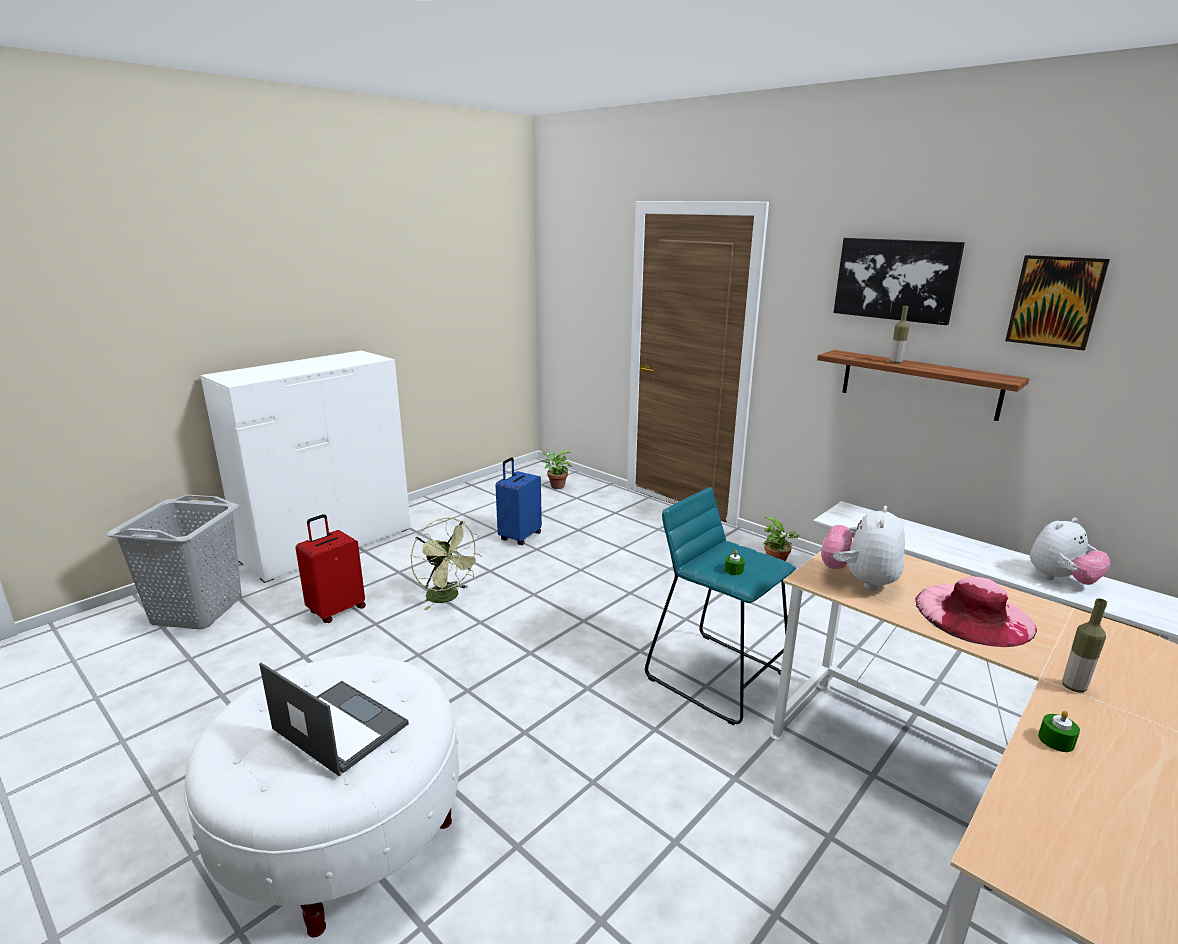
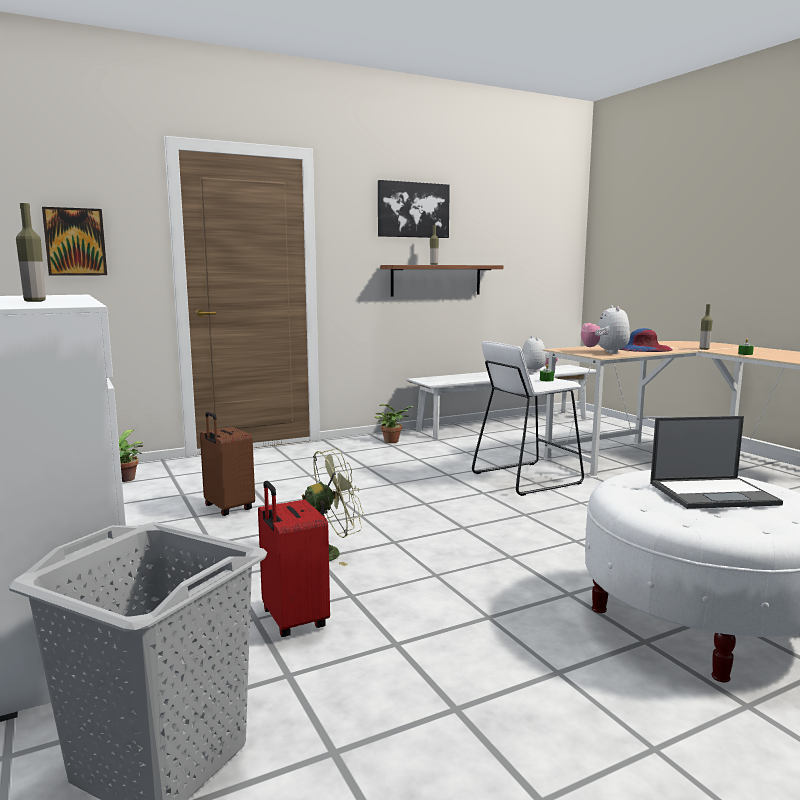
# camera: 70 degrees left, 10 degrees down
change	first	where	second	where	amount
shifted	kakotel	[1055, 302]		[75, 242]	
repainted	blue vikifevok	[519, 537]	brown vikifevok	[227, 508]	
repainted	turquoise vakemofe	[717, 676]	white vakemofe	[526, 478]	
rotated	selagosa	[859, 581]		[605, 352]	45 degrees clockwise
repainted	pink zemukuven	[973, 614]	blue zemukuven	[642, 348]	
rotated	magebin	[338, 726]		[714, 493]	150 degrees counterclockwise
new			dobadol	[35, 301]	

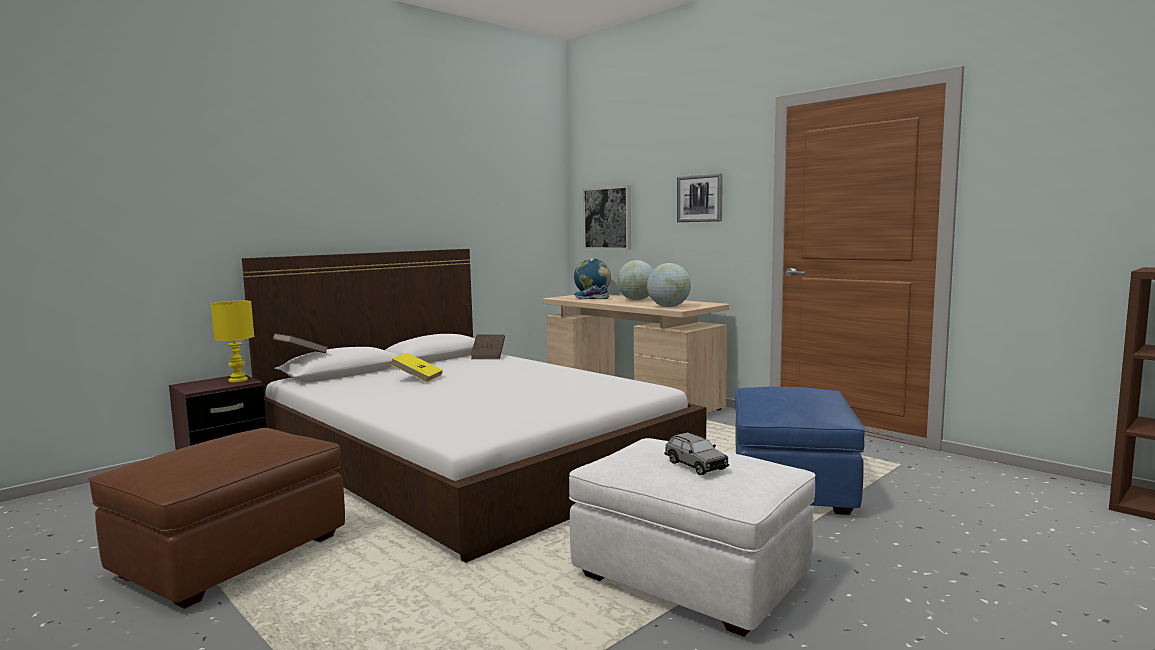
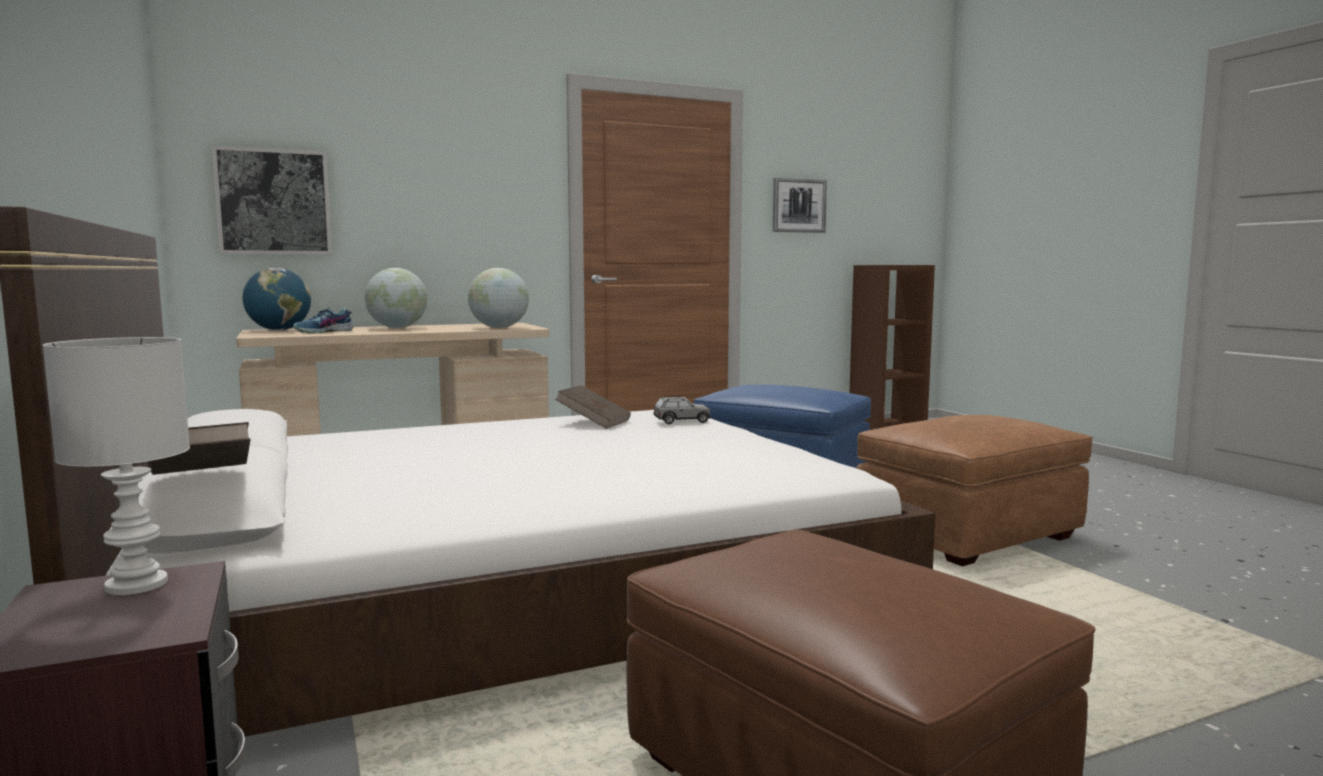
# camera: 70 degrees left, 0 degrees up
change	first	where	second	where	amount
shifted	kakotel	[700, 198]		[798, 205]	
repainted	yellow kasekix	[237, 380]	white kasekix	[134, 586]	
shifted	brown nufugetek	[488, 356]		[594, 423]	
gone	yellow nufugetek	[417, 378]			
shifted	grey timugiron	[695, 465]		[681, 421]	
repainted	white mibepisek	[690, 578]	brown mibepisek	[968, 536]	

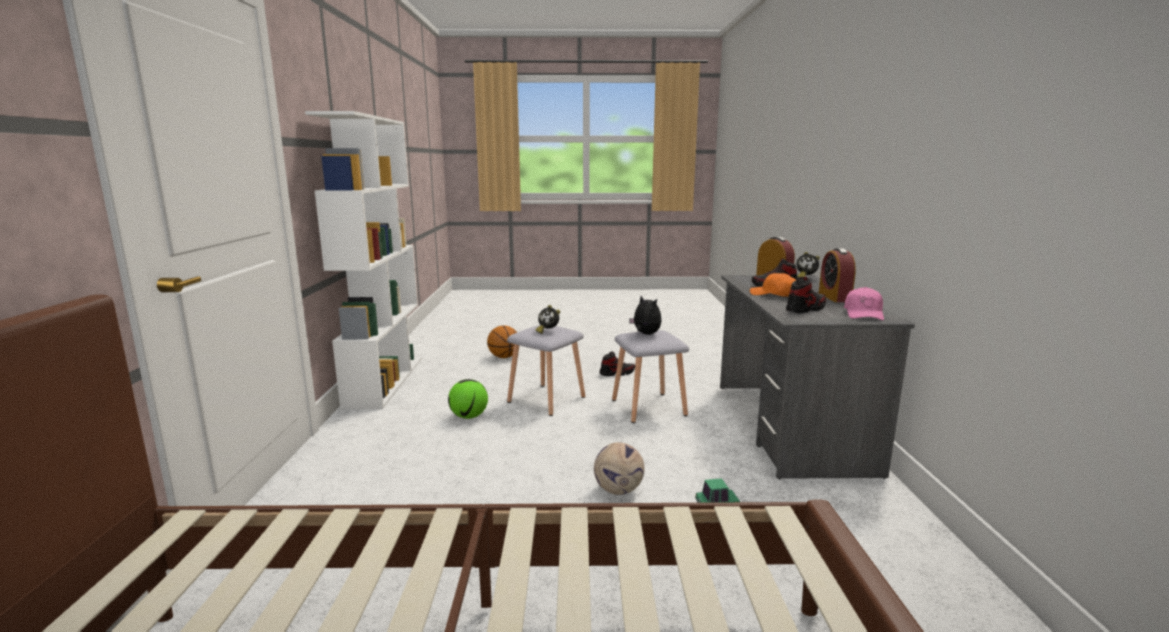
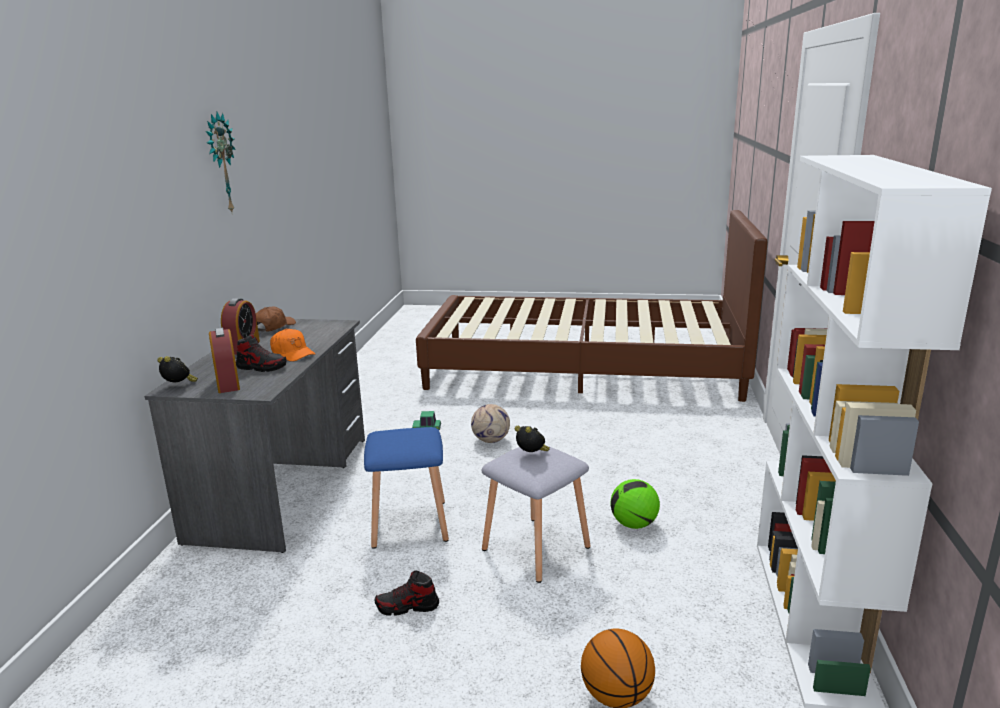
# camera: 170 degrees left, 5 degrees up
change	first	where	second	where	amount
gone	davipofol	[805, 309]			
repainted	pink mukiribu	[863, 314]	brown mukiribu	[274, 327]	
gone	selagosa	[645, 334]			
repainted	grey vakemofe	[647, 407]	blue vakemofe	[410, 524]	
new			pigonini	[220, 163]	

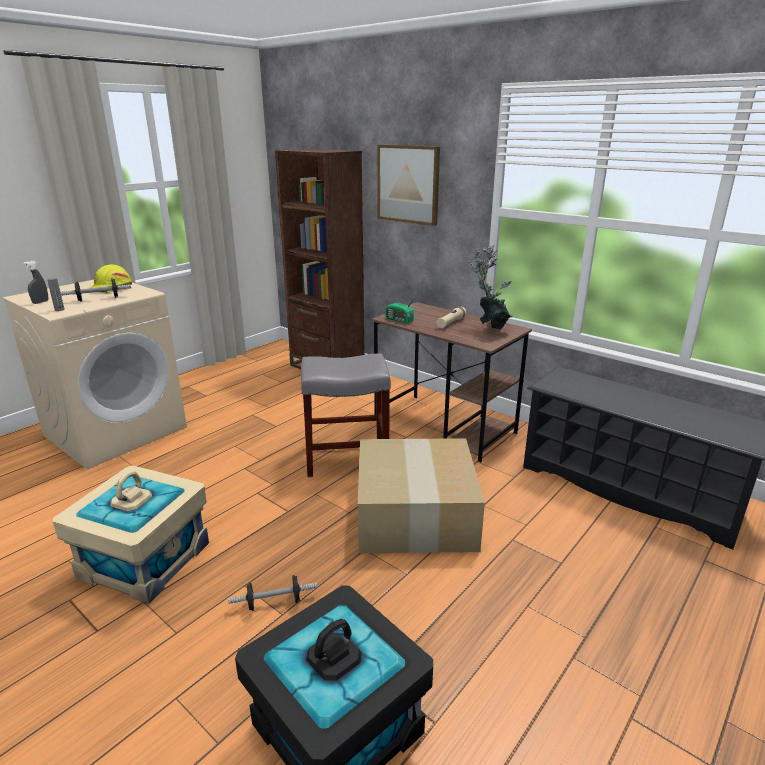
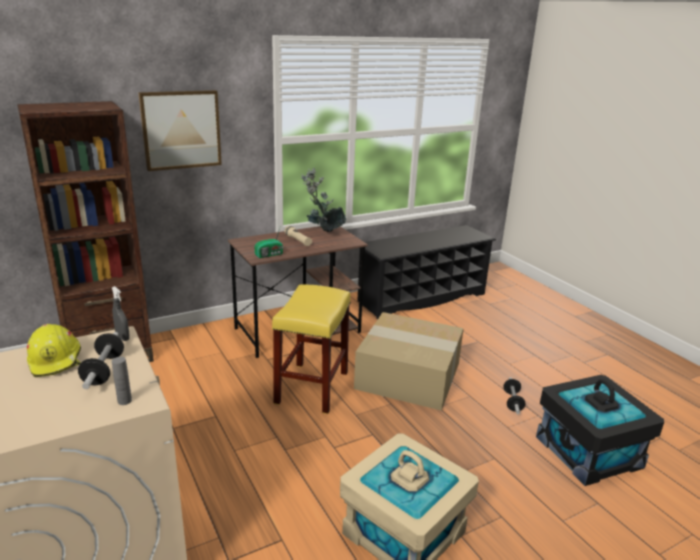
# camera: 70 degrees left, 0 degrees up
change	first	where	second	where	amount
shifted	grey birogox	[40, 302]		[122, 337]	
repainted	grey vakemofe	[345, 459]	yellow vakemofe	[312, 388]	
shifted	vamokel	[274, 602]		[512, 402]	

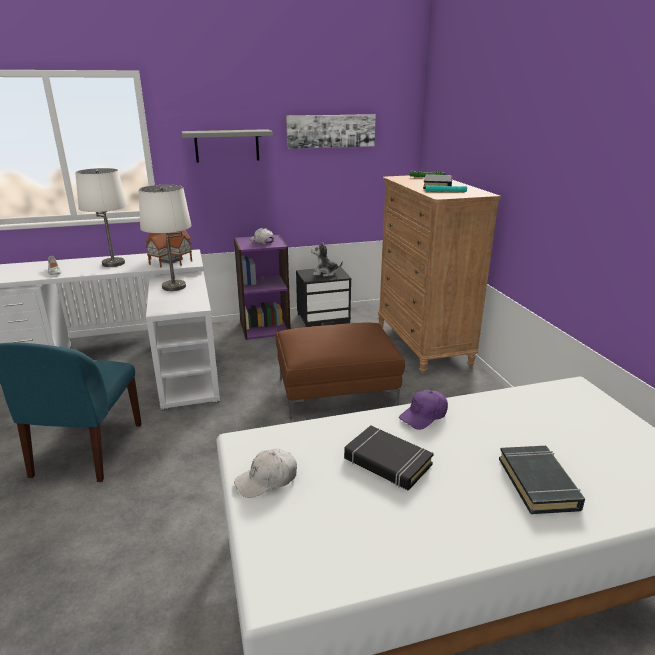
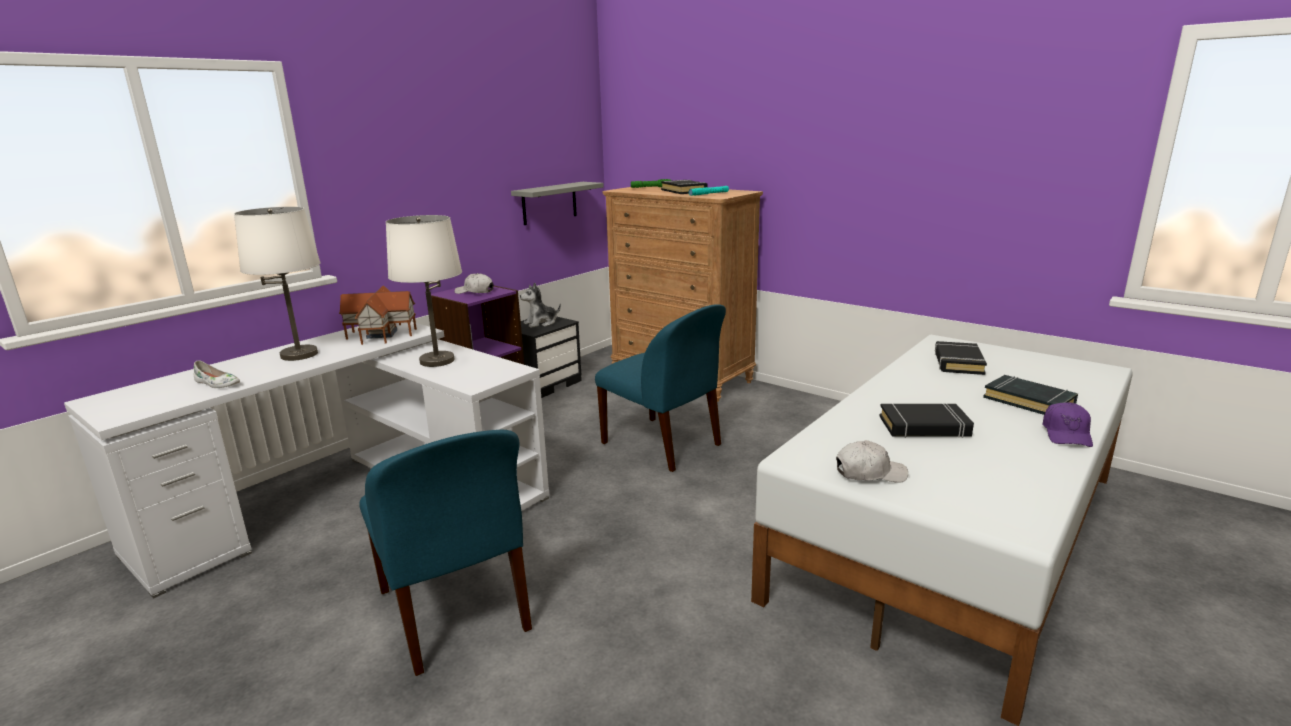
# camera: 35 degrees left, 5 degrees down
change	first	where	second	where	amount
gone	kakotel	[331, 131]			
shifted	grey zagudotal	[227, 146]		[549, 203]	
swapped	brown mibepisek	[335, 393]	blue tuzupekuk	[663, 445]	
shifted	purple mukiribu	[424, 416]		[1066, 434]	
rotated	white mukiribu	[267, 480]		[870, 473]	120 degrees counterclockwise
new			black nufugetek	[958, 363]	

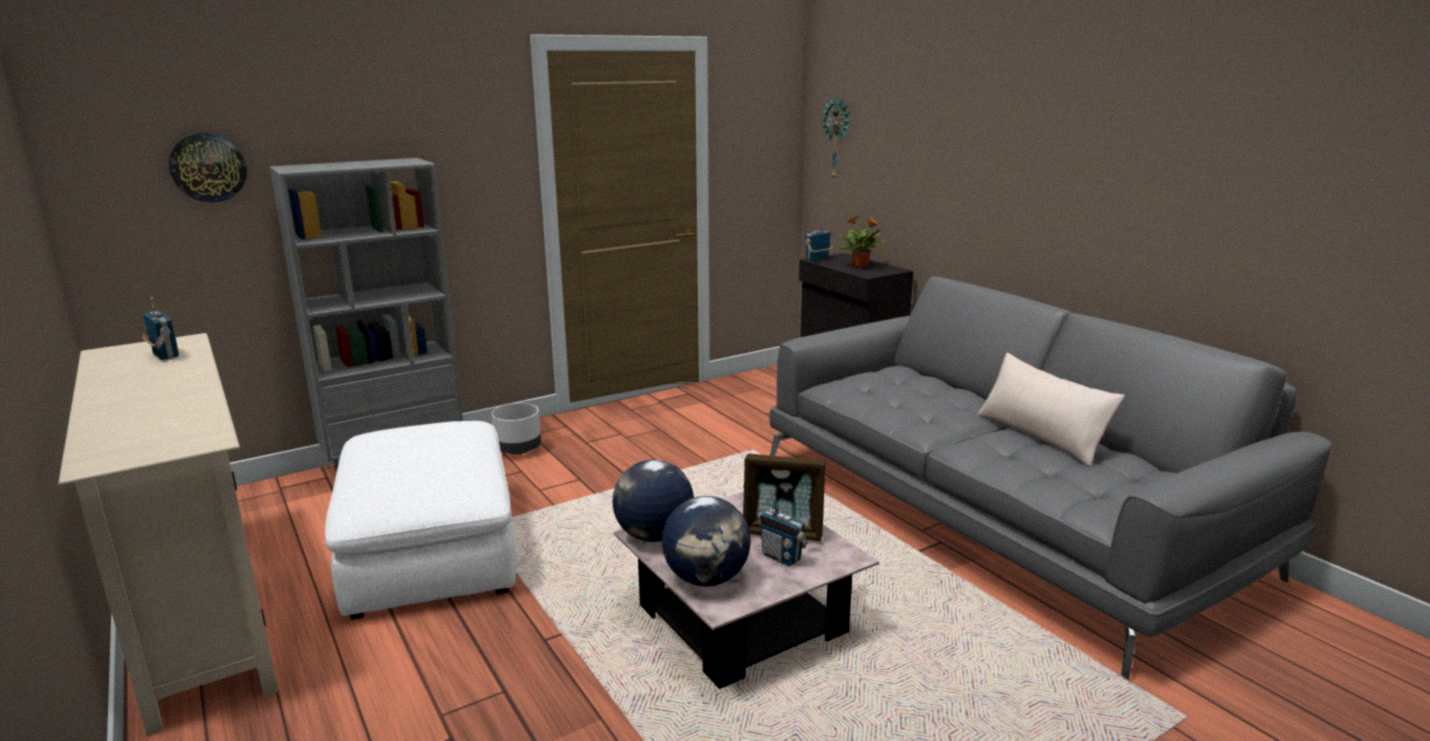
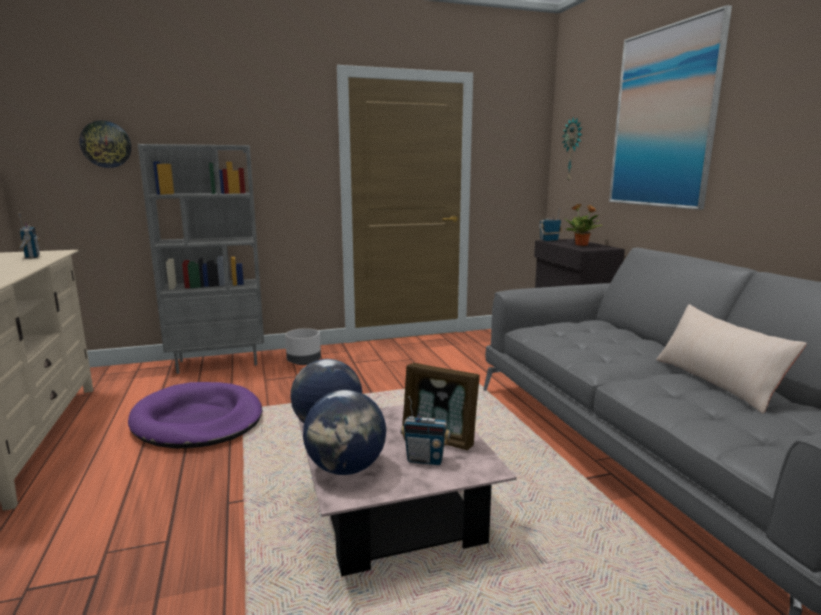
# camera: 15 degrees right, 5 degrees down
change	first	where	second	where	amount
swapped	white mibepisek	[431, 549]	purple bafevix	[198, 420]	
rotated	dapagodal	[781, 557]		[425, 459]	45 degrees counterclockwise
new			kakotel	[663, 118]	

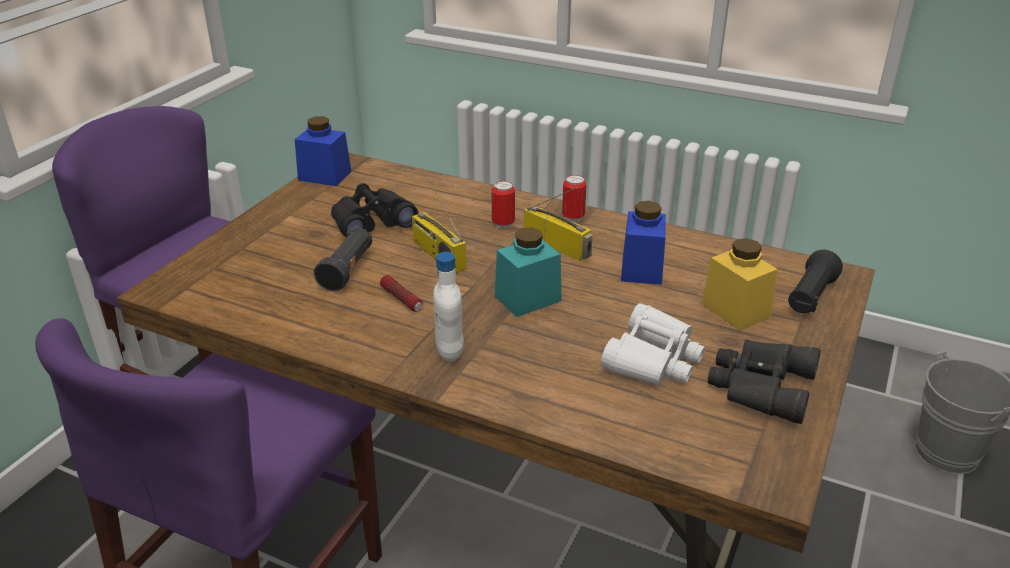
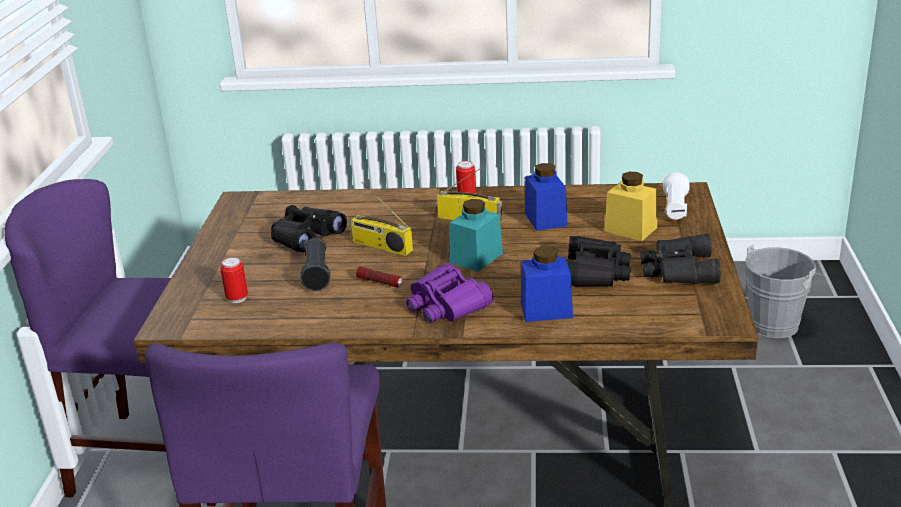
# camera: 20 degrees left, 5 degrees down
change	first	where	second	where	amount
shifted	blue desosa	[325, 176]		[546, 310]	
shifted	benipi	[503, 224]		[237, 298]	
repainted	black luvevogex	[810, 297]	white luvevogex	[675, 209]	
swapped	white dobadol	[450, 351]	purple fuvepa	[446, 305]	
repainted	white fuvepa	[653, 359]	black fuvepa	[596, 272]	

